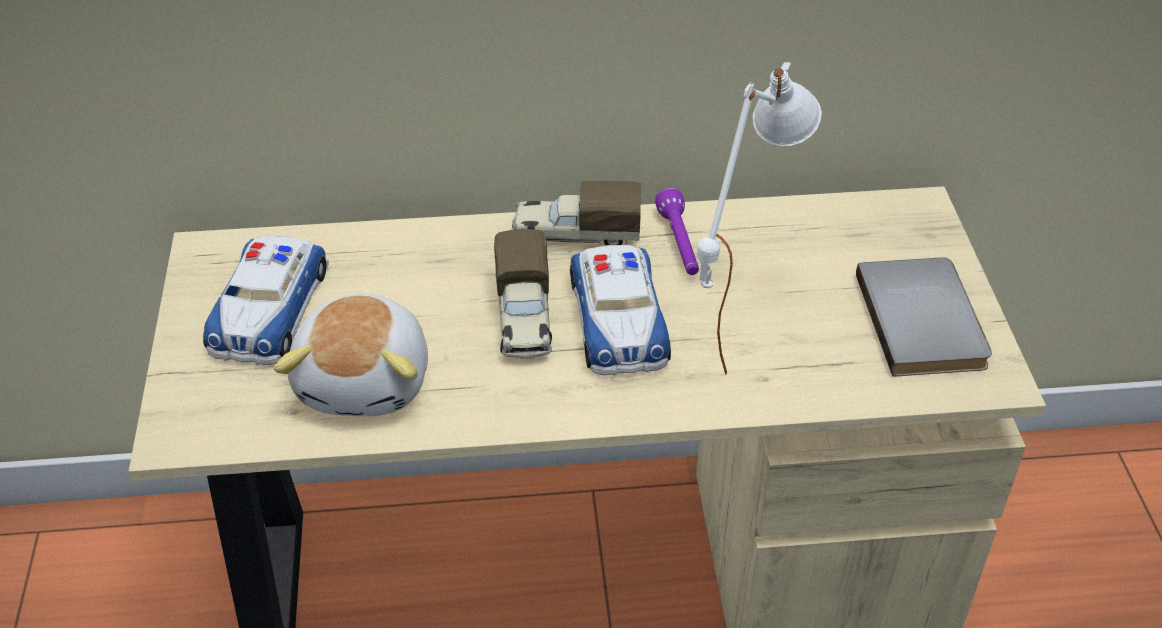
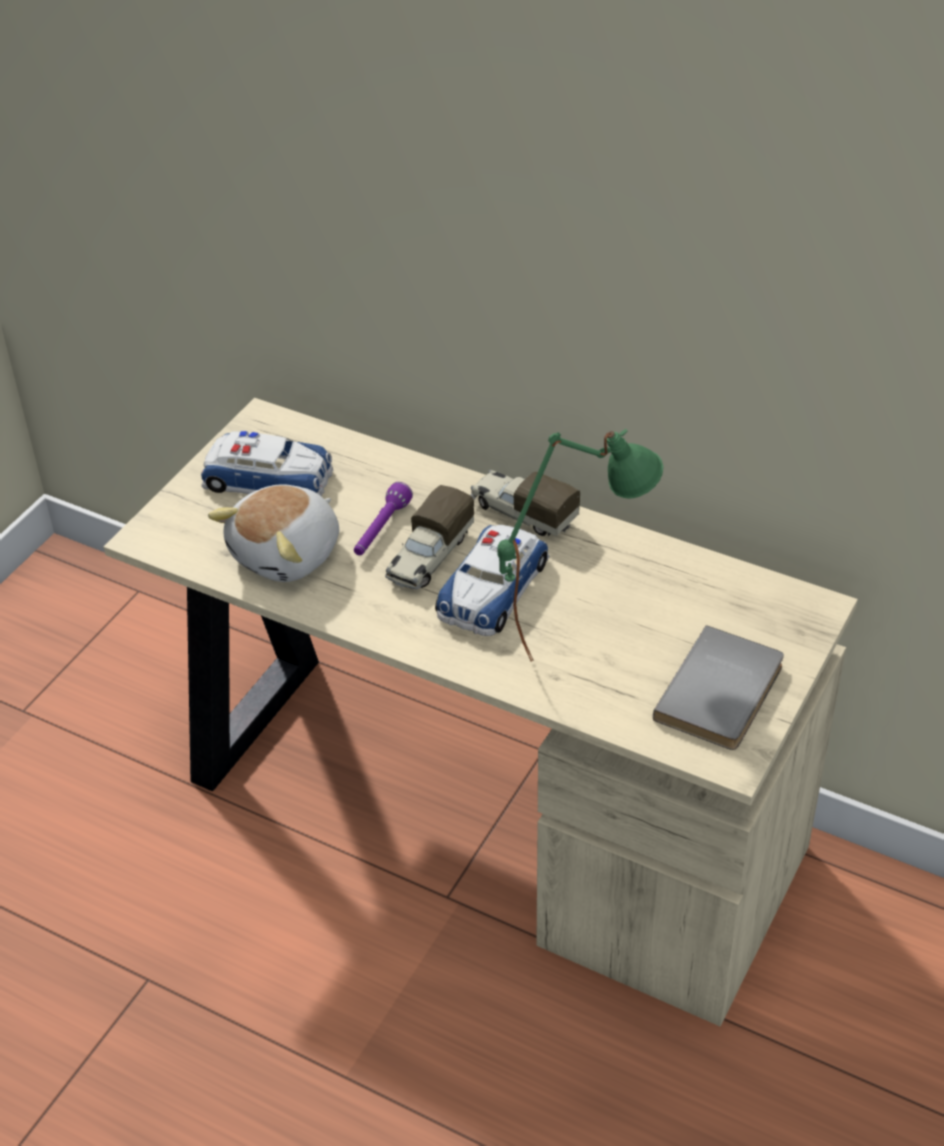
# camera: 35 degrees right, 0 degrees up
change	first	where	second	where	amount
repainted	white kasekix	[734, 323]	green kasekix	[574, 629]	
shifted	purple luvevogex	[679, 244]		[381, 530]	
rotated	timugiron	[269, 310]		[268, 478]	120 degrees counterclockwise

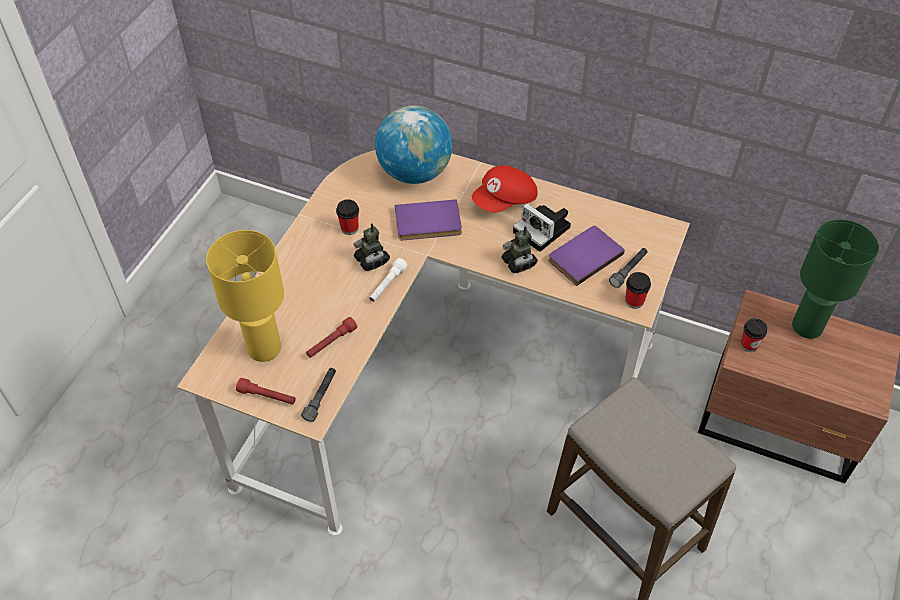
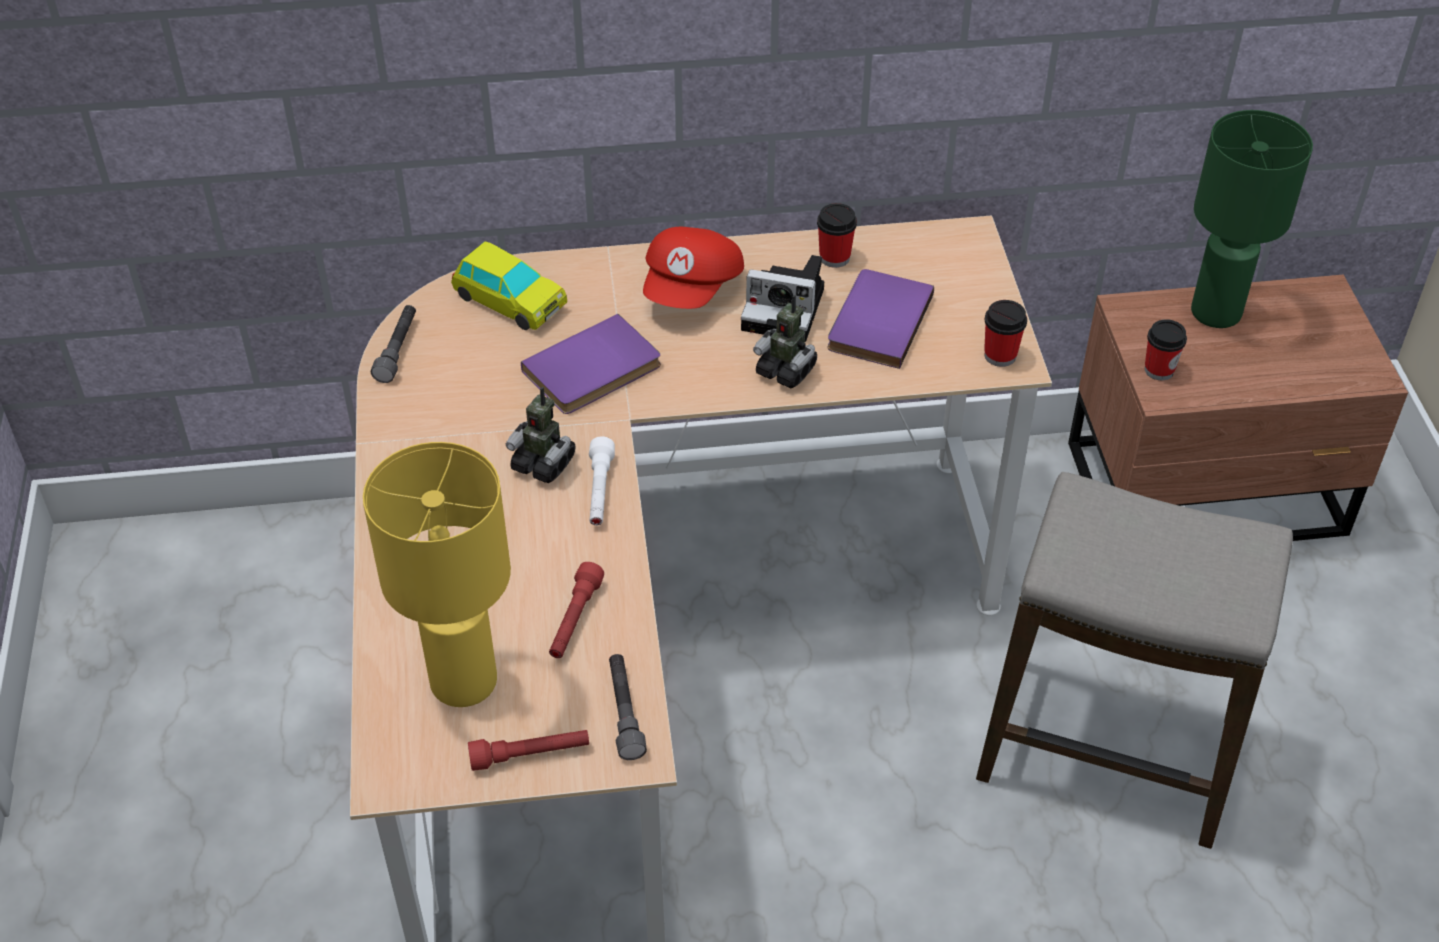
# camera: 30 degrees left, 5 degrees down
change	first	where	second	where	amount
swapped	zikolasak	[415, 172]	timugiron	[510, 301]	
shifted	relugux	[349, 228]		[834, 257]	
shifted	grey luvevogex	[628, 270]		[397, 350]	

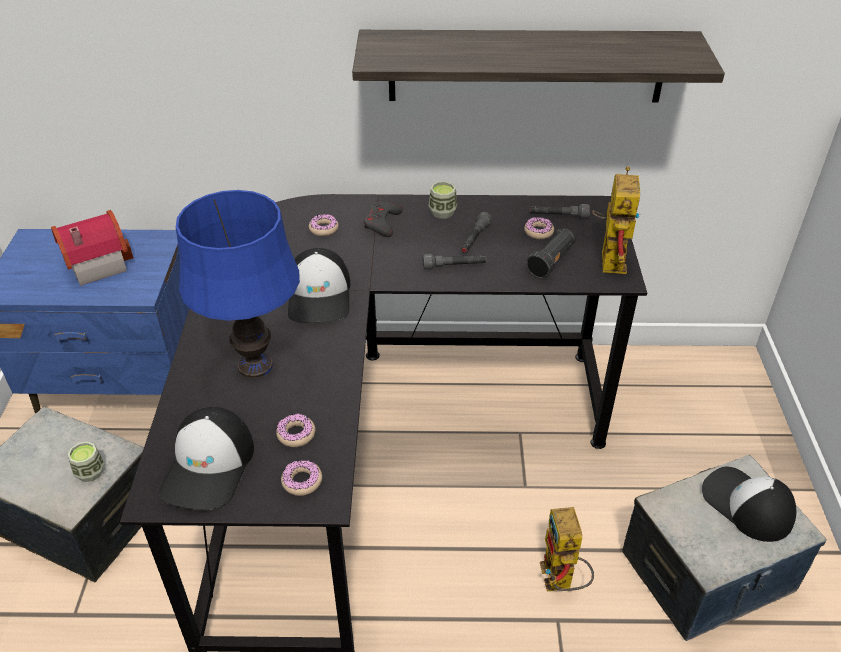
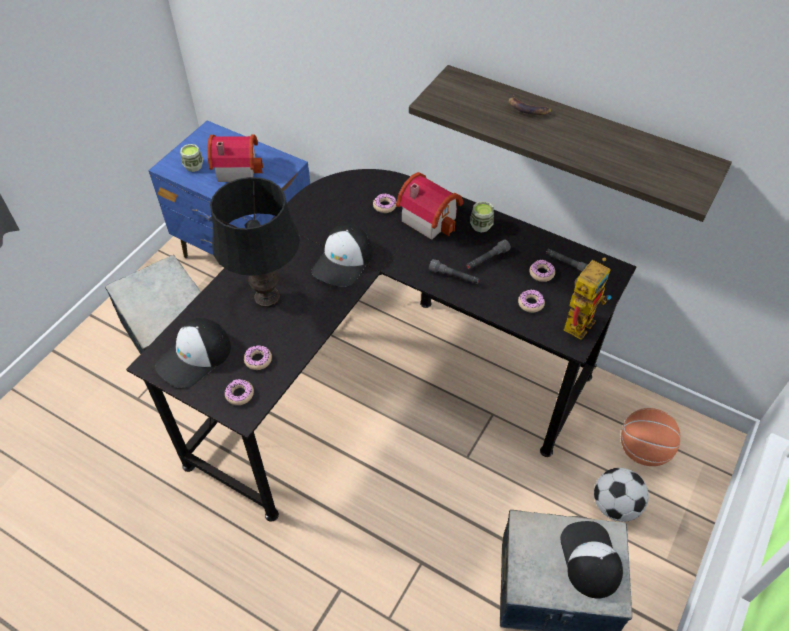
# camera: 30 degrees right, 10 degrees up
change	first	where	second	where	amount
repainted	blue kasekix	[255, 366]	black kasekix	[266, 298]	
swapped	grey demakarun	[382, 223]	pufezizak	[429, 217]	
swapped	black luvevogex	[551, 261]	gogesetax	[530, 303]	
shifted	relugux	[90, 472]		[193, 166]	
gone	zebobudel	[561, 582]			
new			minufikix	[528, 109]	
new			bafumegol	[642, 450]	
new			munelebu	[615, 505]	

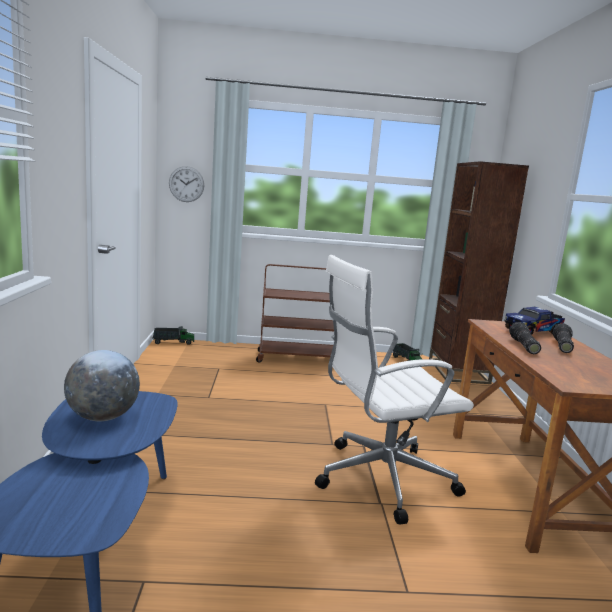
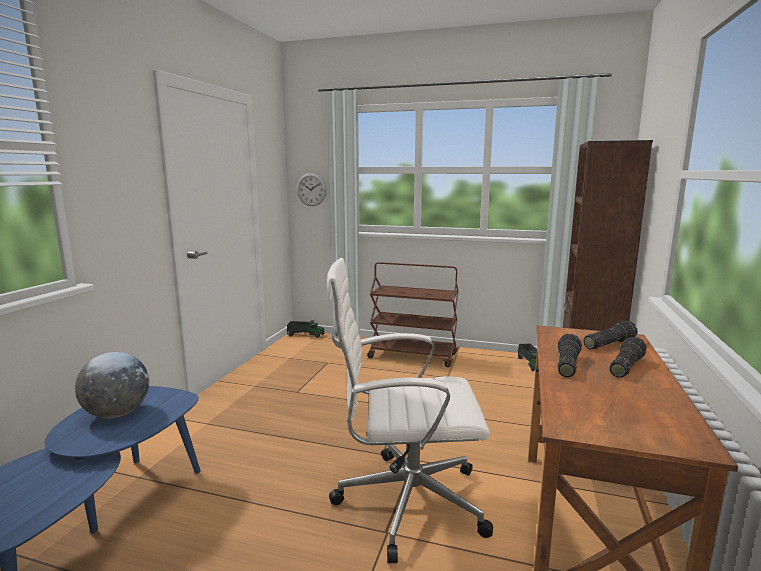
# camera: 20 degrees right, 0 degrees up
change	first	where	second	where	amount
swapped	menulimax	[533, 331]	luvevogex	[608, 344]	

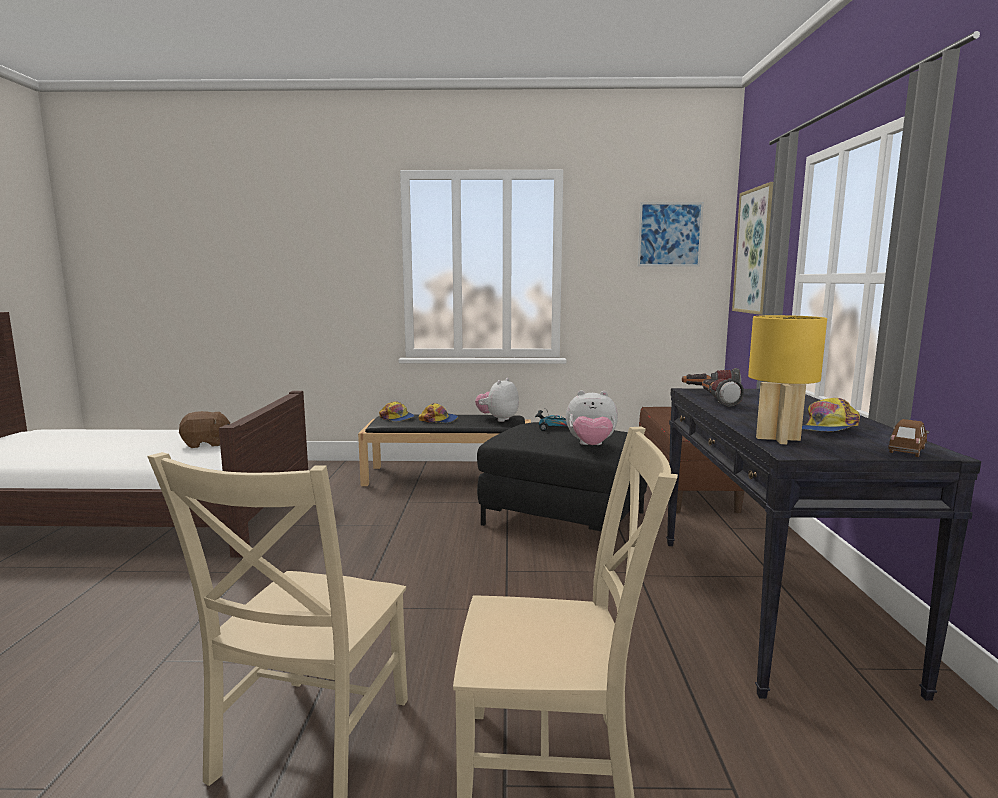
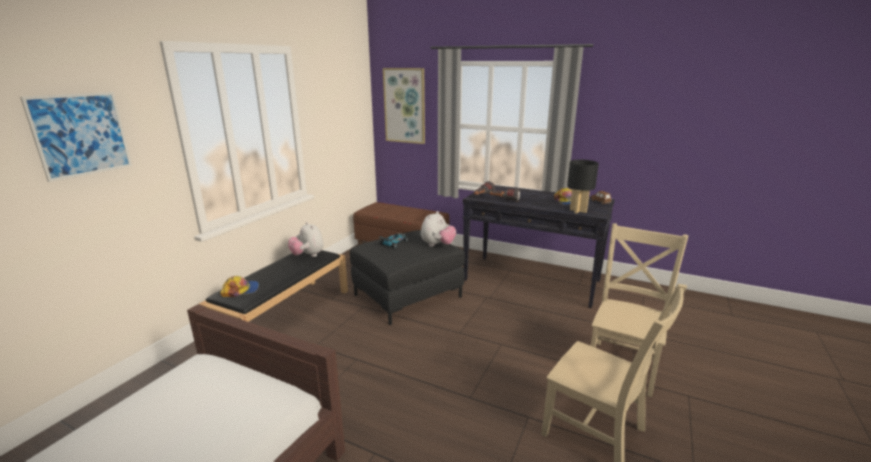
# camera: 65 degrees left, 10 degrees up
change	first	where	second	where	amount
shifted	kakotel	[669, 234]		[81, 134]	
repainted	yellow kasekix	[778, 439]	black kasekix	[578, 211]	
gone	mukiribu	[439, 420]			
gone	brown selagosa	[206, 444]			

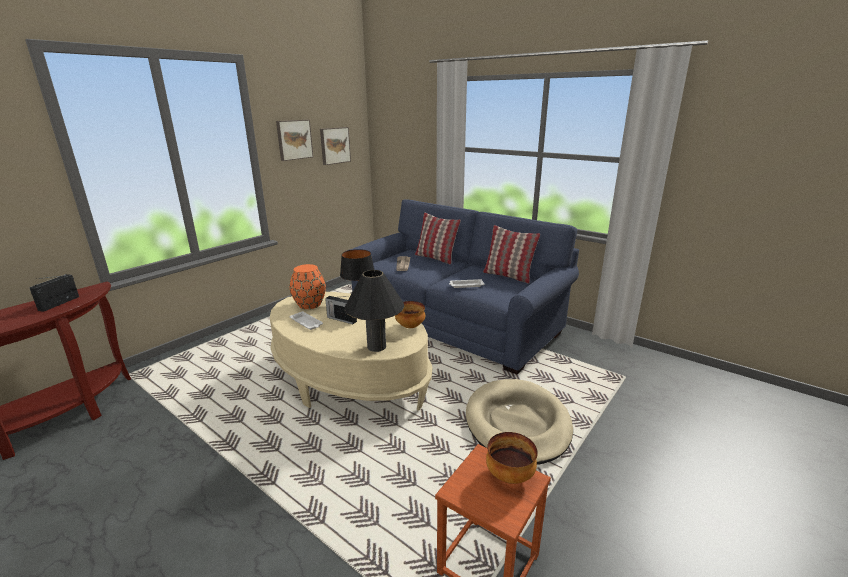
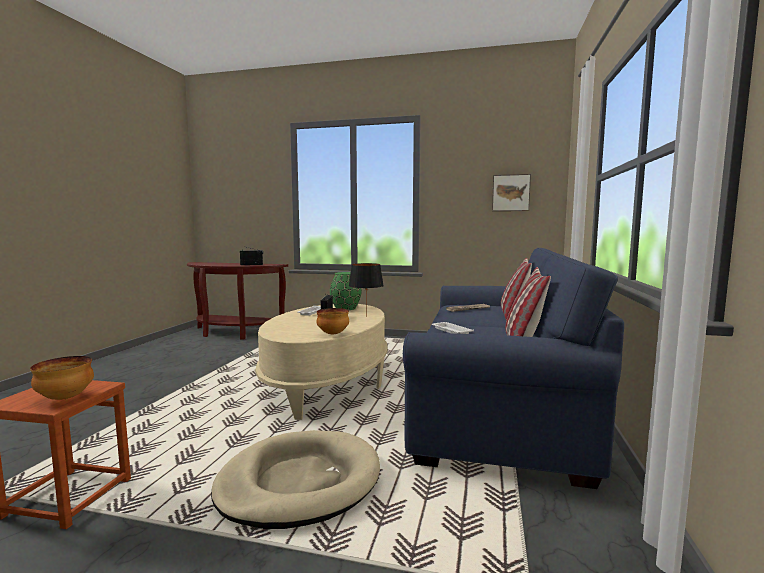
# camera: 65 degrees right, 15 degrees down
change	first	where	second	where	amount
gone	kakotel	[294, 139]			
repainted	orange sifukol	[309, 305]	green sifukol	[345, 308]	
gone	black kasekix	[376, 346]			

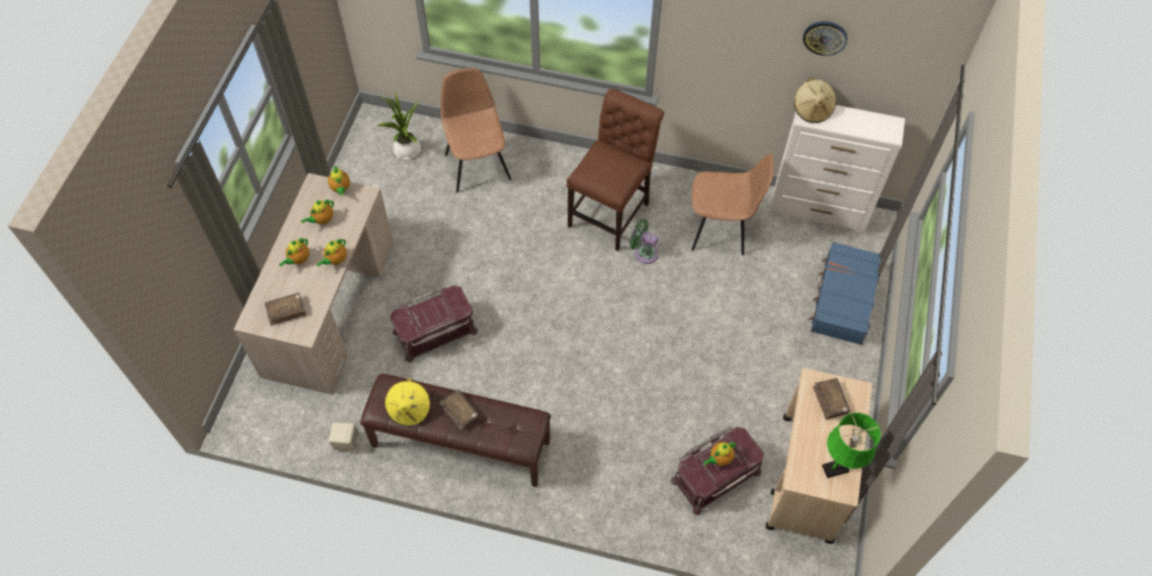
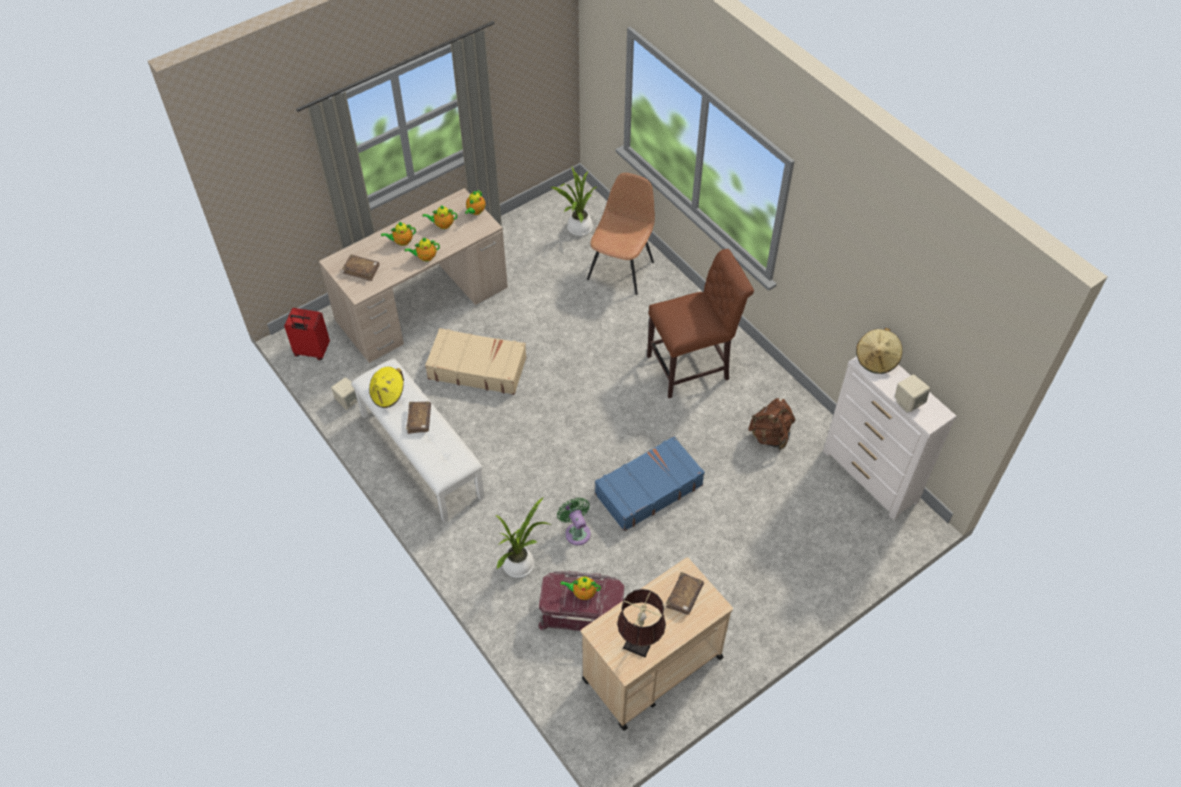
# camera: 40 degrees right, 5 degrees down
change	first	where	second	where	amount
gone	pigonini	[825, 37]			
swapped	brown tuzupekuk	[721, 229]	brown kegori	[770, 436]	
shifted	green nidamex	[644, 252]		[576, 531]	
shifted	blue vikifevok	[843, 299]		[648, 489]	
swapped	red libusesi	[435, 332]	beige vikifevok	[477, 367]	
repainted	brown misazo	[460, 444]	white misazo	[420, 455]	
repainted	green kasekix	[838, 468]	brown kasekix	[639, 648]	
new			red vikifevok	[312, 351]	
new			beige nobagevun	[908, 402]	
new			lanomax	[521, 563]	

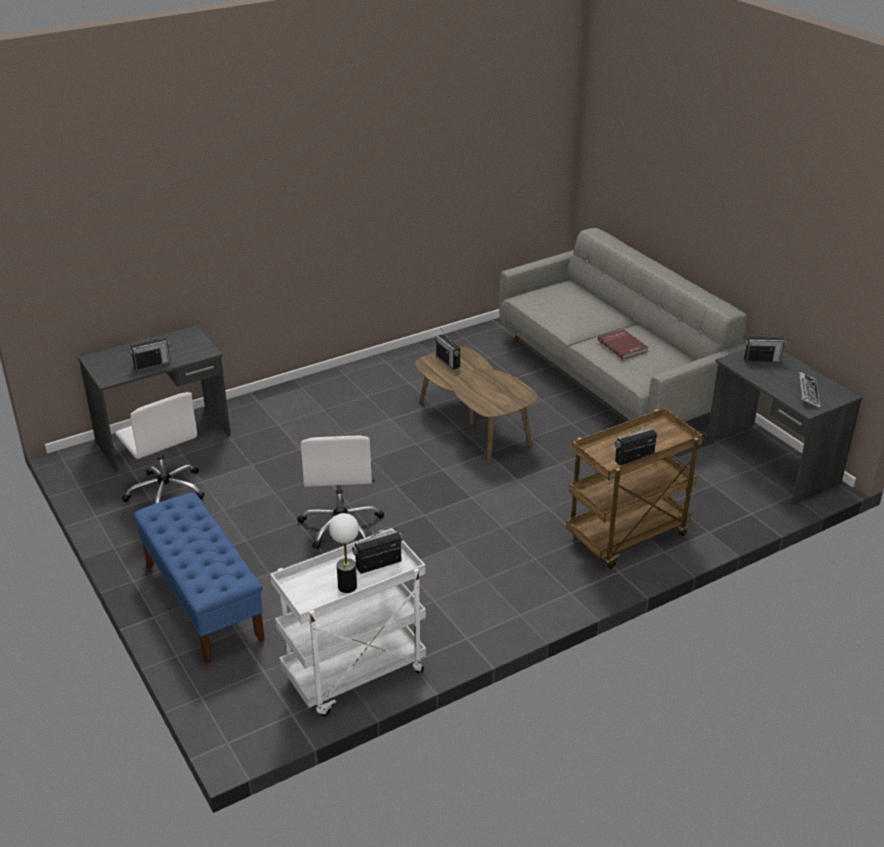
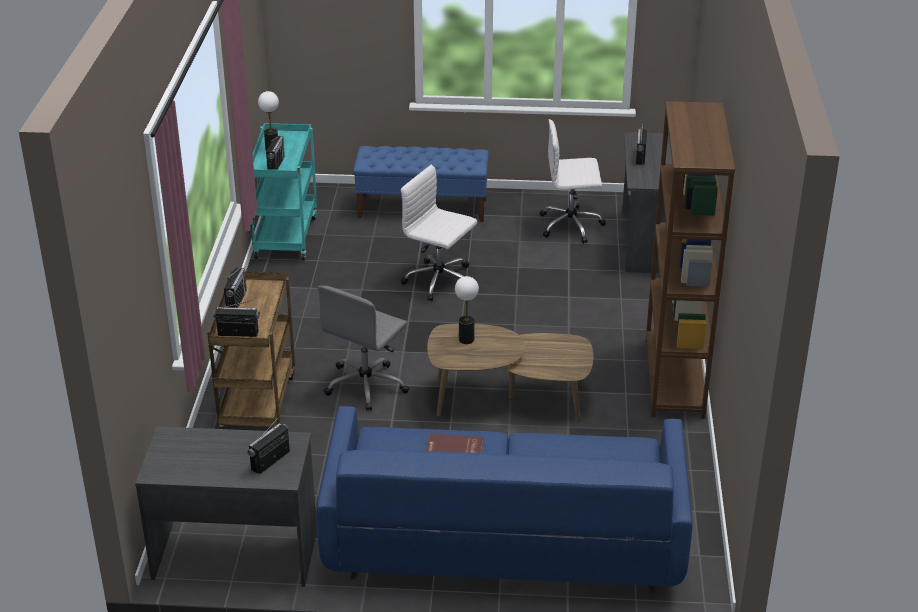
# camera: 125 degrees right, 0 degrees up
change	first	where	second	where	amount
repainted	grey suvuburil	[612, 375]	blue suvuburil	[504, 538]	
shifted	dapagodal	[447, 361]		[238, 333]	
gone	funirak	[808, 393]			
repainted	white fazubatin	[354, 675]	turquoise fazubatin	[285, 236]	
new			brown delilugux	[674, 378]	
new			kasekix	[466, 339]	
new			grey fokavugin	[366, 385]	

